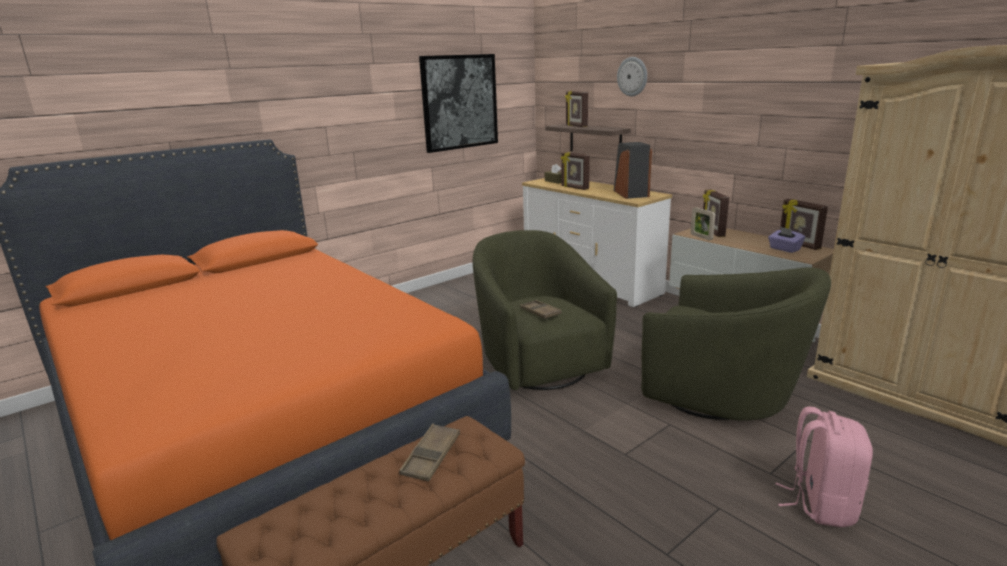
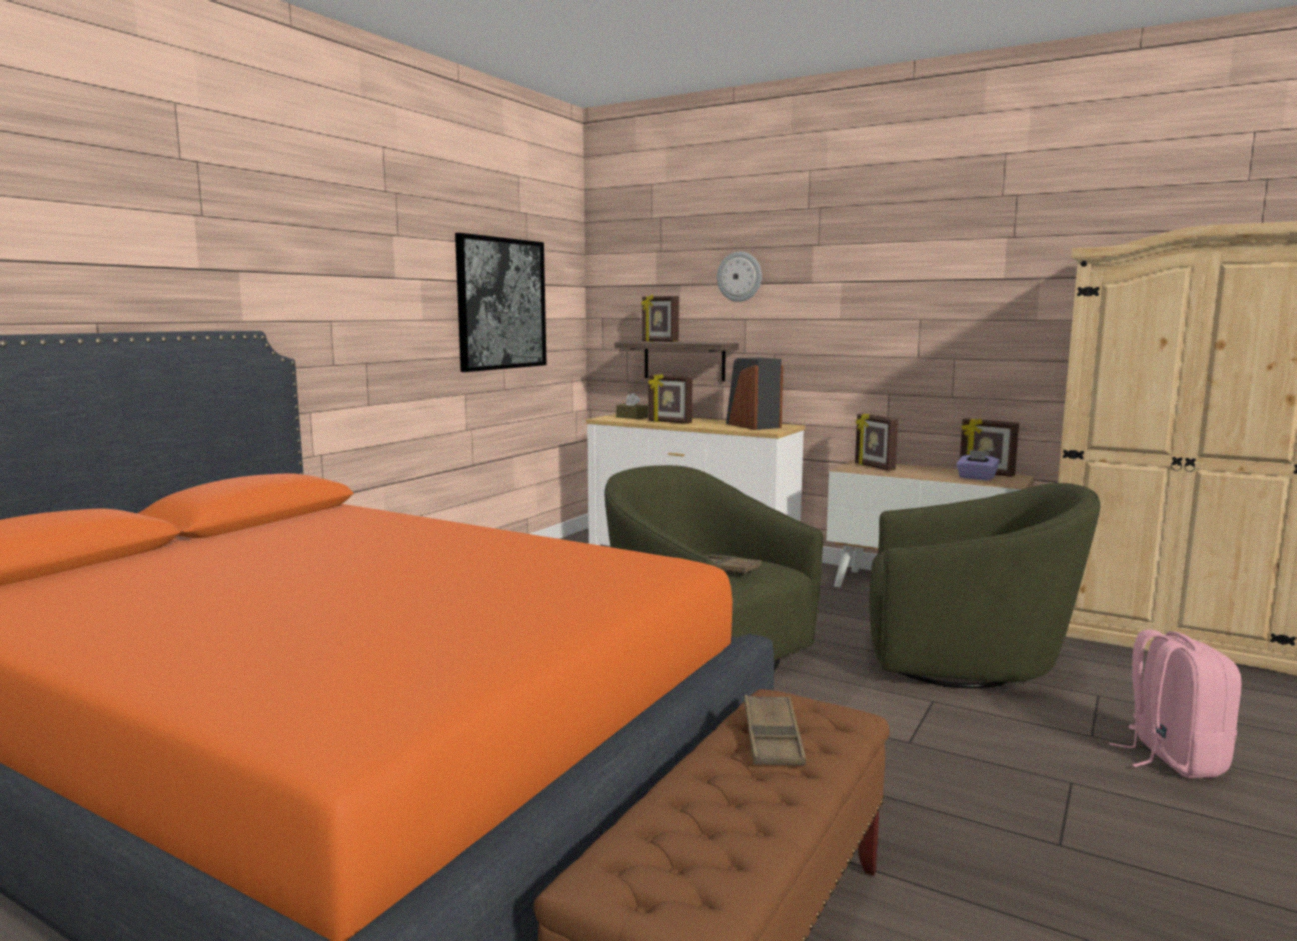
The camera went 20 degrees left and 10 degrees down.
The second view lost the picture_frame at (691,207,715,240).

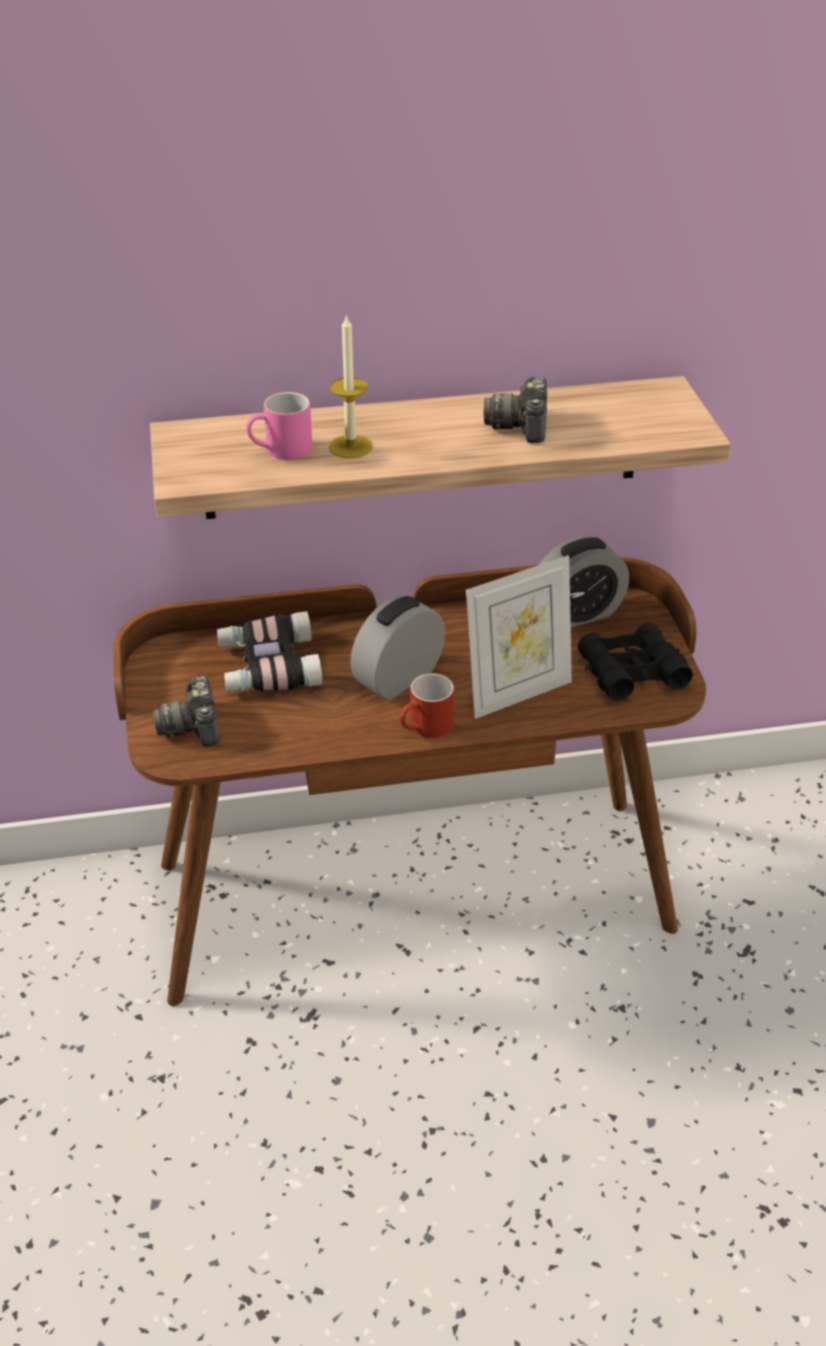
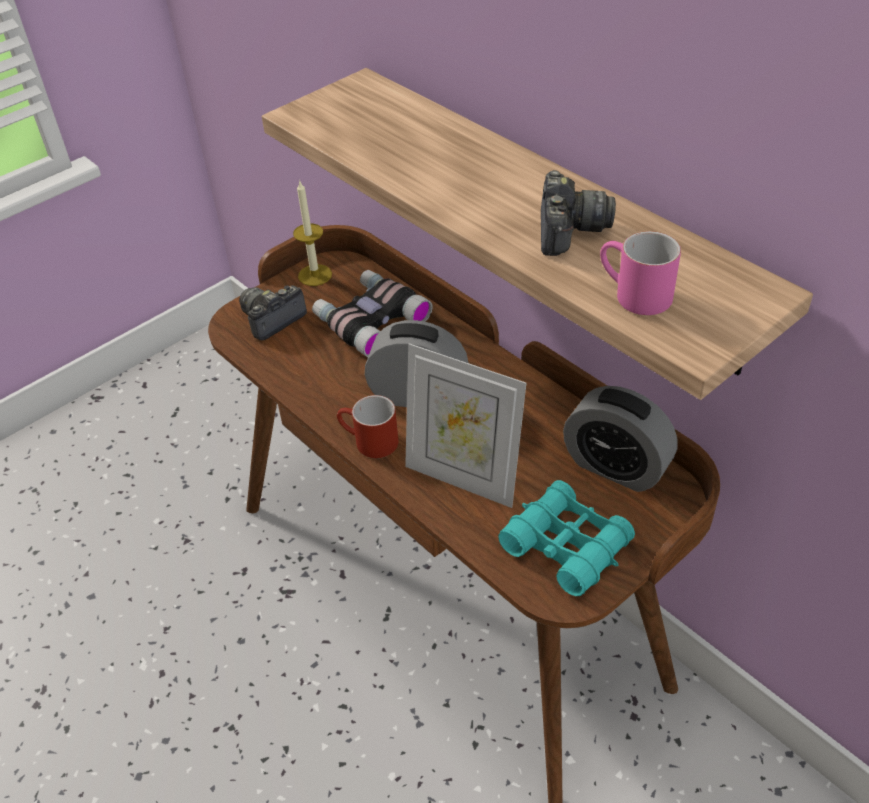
The camera went 60 degrees right and 5 degrees up.
The candle ended up elsewhere, having gone from (329,314,373,458) to (293,180,332,286).
The photo_camera at (483,377,547,443) ended up facing another way, 120 degrees clockwise from before.
The pink_mug ended up elsewhere, having gone from (246,392,312,460) to (600,231,681,315).
What was the black_binoculars at (578,623,693,701) turned into the turquoise_binoculars at (498,480,635,596).

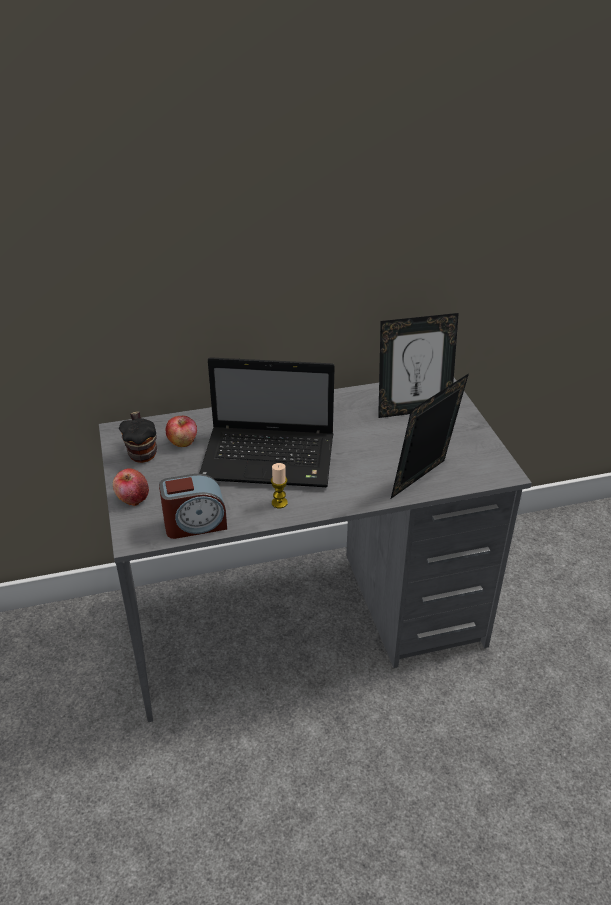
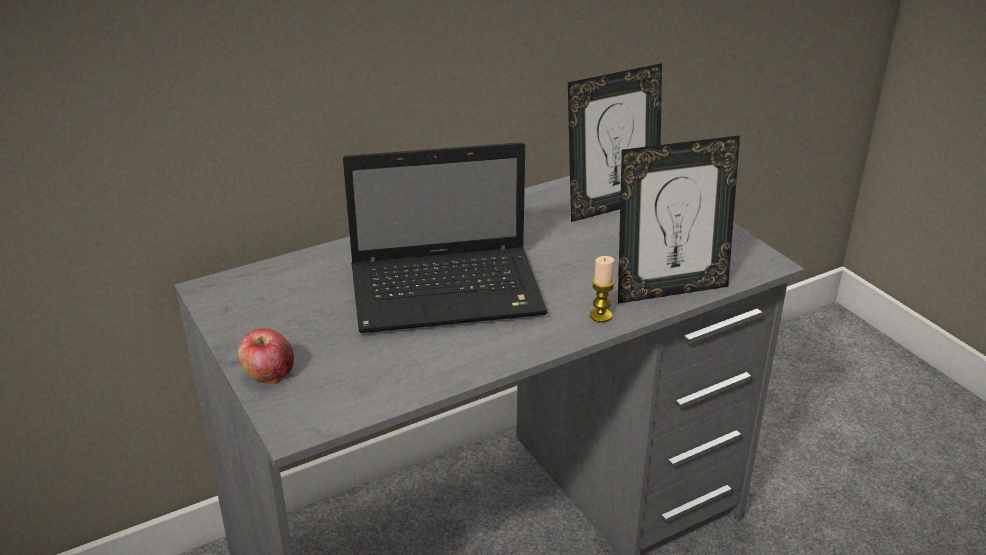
The camera went 15 degrees left and 5 degrees down.
The picture_frame at (391,373,469,499) ended up facing another way, 135 degrees counterclockwise from before.
The second view lost the mug at (119,411,157,463).
The second view lost the apple at (165,416,197,447).
The candle ended up elsewhere, having gone from (271,463,288,508) to (590,256,615,322).
The second view lost the alarm_clock at (159,474,227,539).

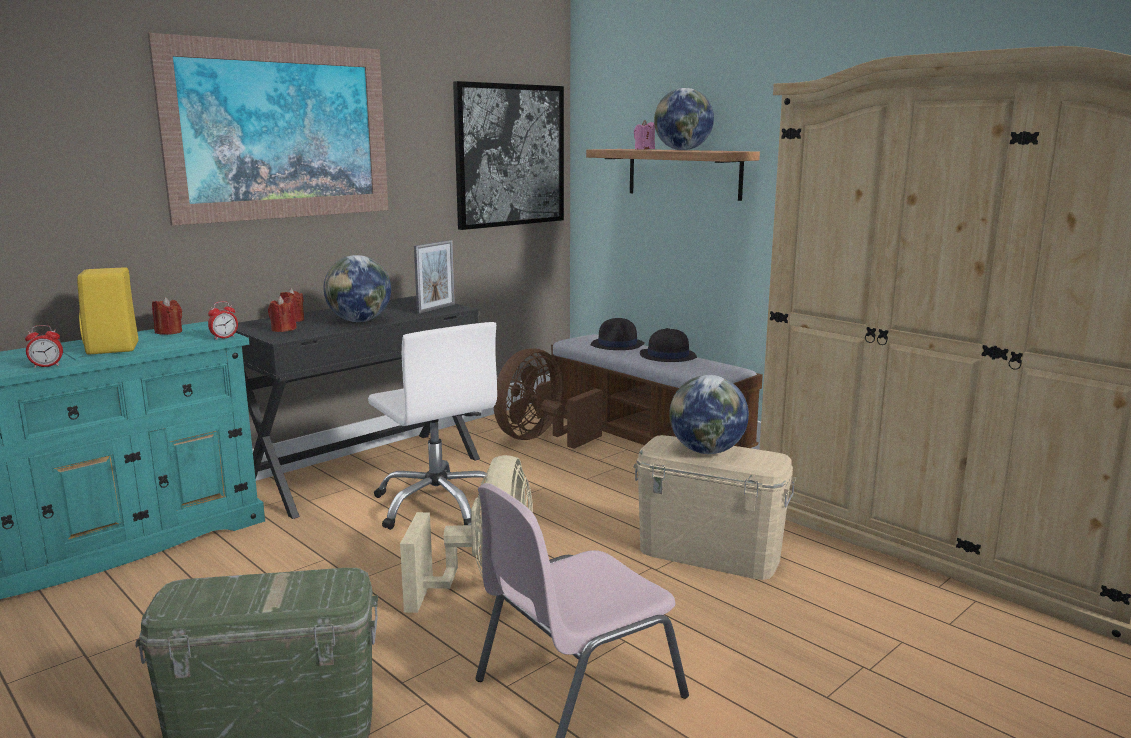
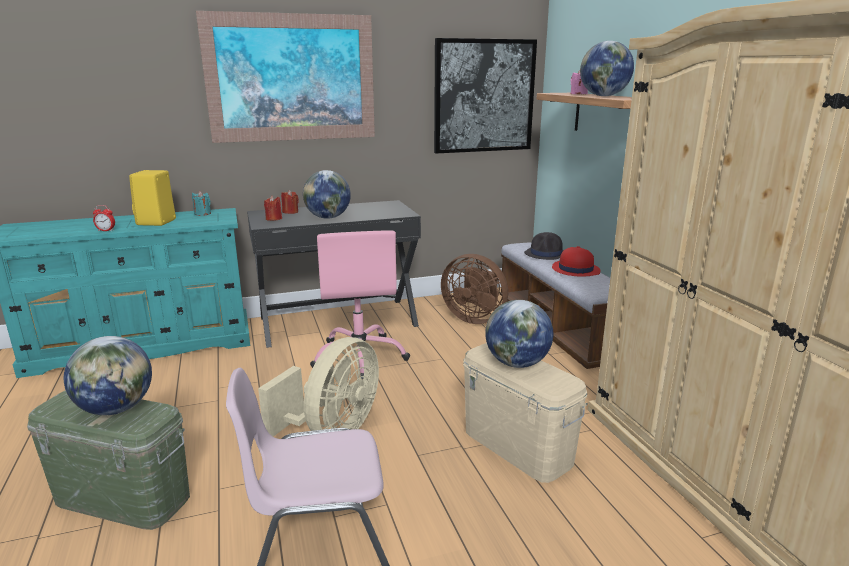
The camera went 25 degrees right and 5 degrees up.
The second view lost the picture_frame at (414,240,455,313).
What was the red_candle at (152,297,182,335) turned into the turquoise_candle at (192,191,211,216).
The second view lost the alarm_clock at (208,301,238,340).
What was the white_office_chair at (368,322,497,530) turned into the pink_office_chair at (310,231,410,380).
What was the black_hat at (640,328,697,362) turned into the red_hat at (552,246,600,277).
The brown_fan at (494,348,603,449) ended up facing another way, 120 degrees counterclockwise from before.
The second view gained the globe at (64,336,152,415).

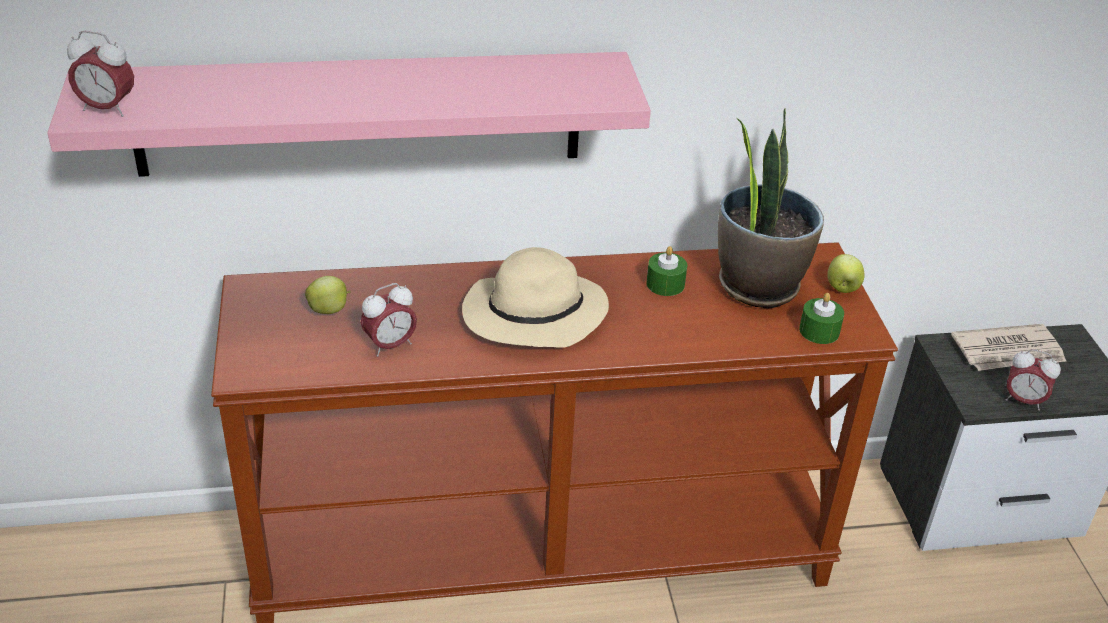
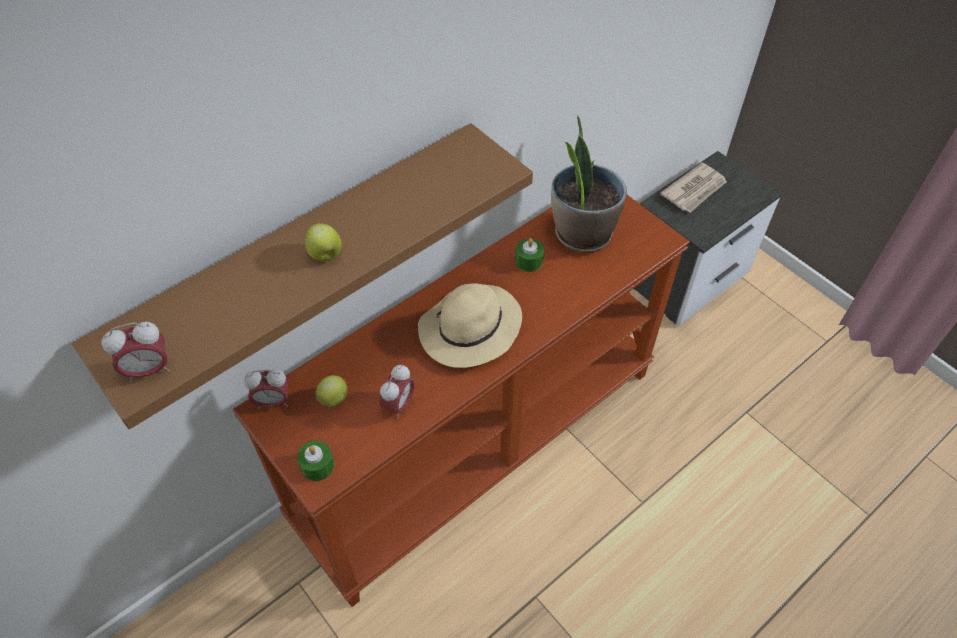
The camera went 30 degrees left and 15 degrees up.
What was the pink_shelf at (47,52,651,177) turned into the brown_shelf at (72,123,533,429).
The apple ended up elsewhere, having gone from (827,254,865,293) to (305,223,342,261).
The green_candle ended up elsewhere, having gone from (799,293,844,344) to (297,441,334,481).
The alarm_clock ended up elsewhere, having gone from (1005,349,1061,411) to (244,369,289,409).

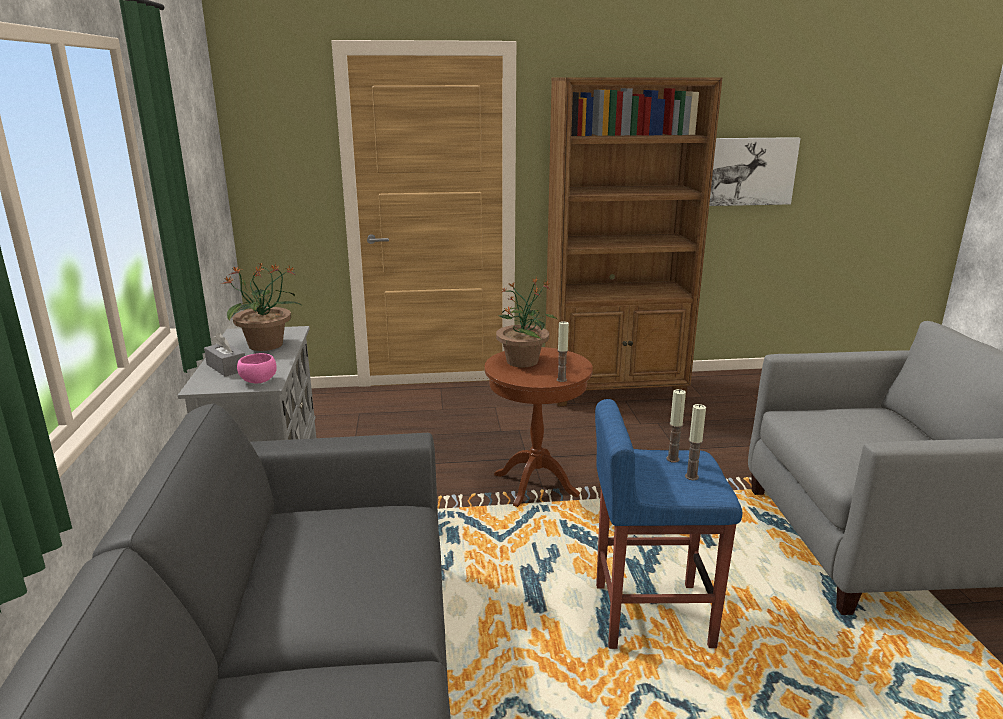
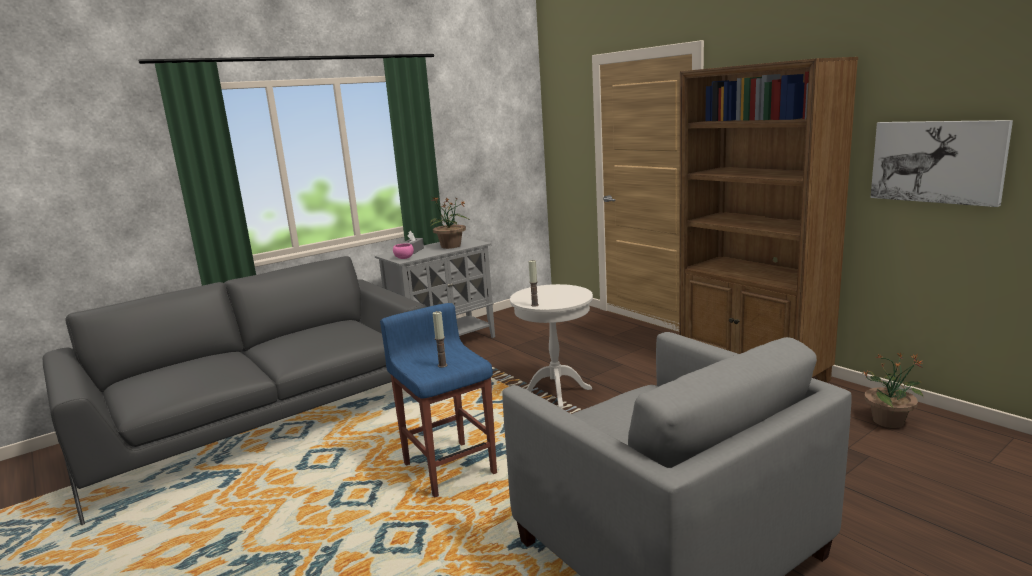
The camera went 60 degrees right and 5 degrees down.
The potted_plant ended up elsewhere, having gone from (496,276,558,367) to (861,353,923,428).
What was the brown_side_table at (485,347,593,507) turned into the white_side_table at (510,284,593,408).
The second view lost the candle at (666,389,686,463).

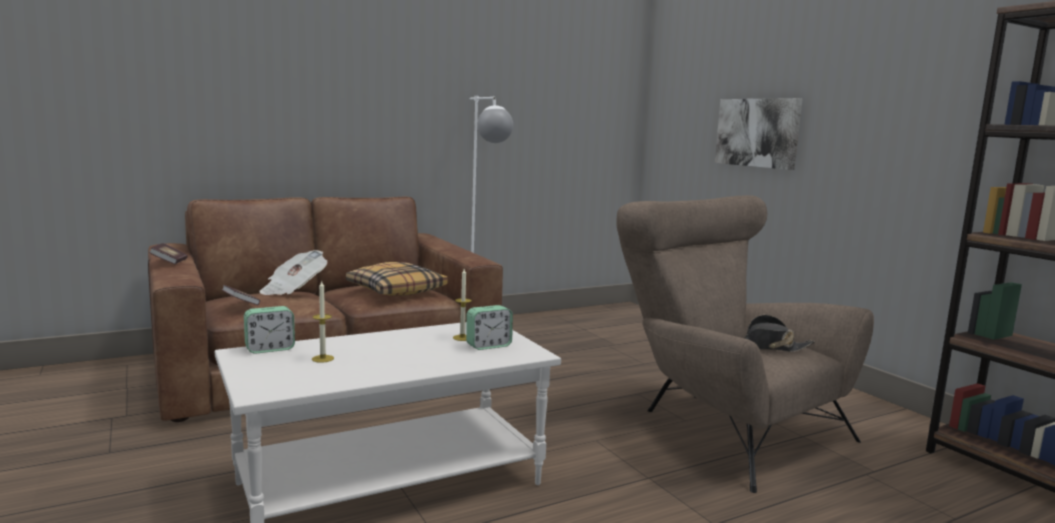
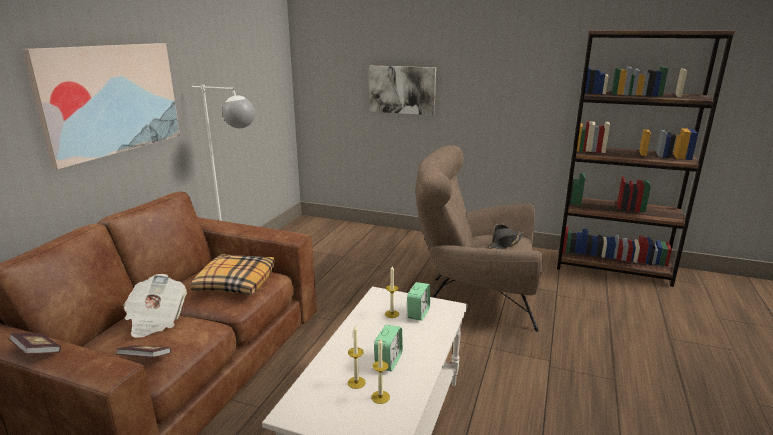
The camera went 40 degrees left and 10 degrees up.
The alarm_clock ended up elsewhere, having gone from (244,306,295,354) to (374,325,403,371).
The second view gained the picture at (22,43,180,169).
The second view gained the candle at (371,339,390,404).

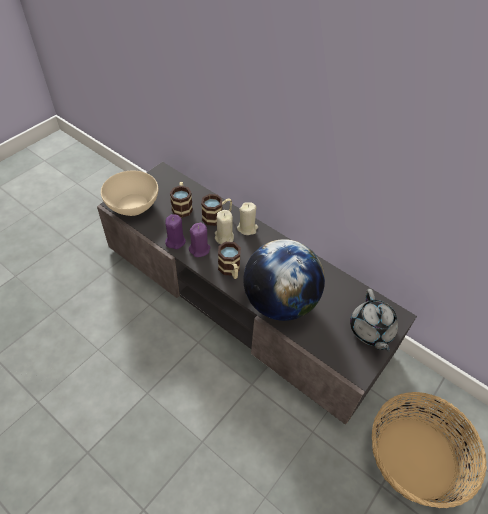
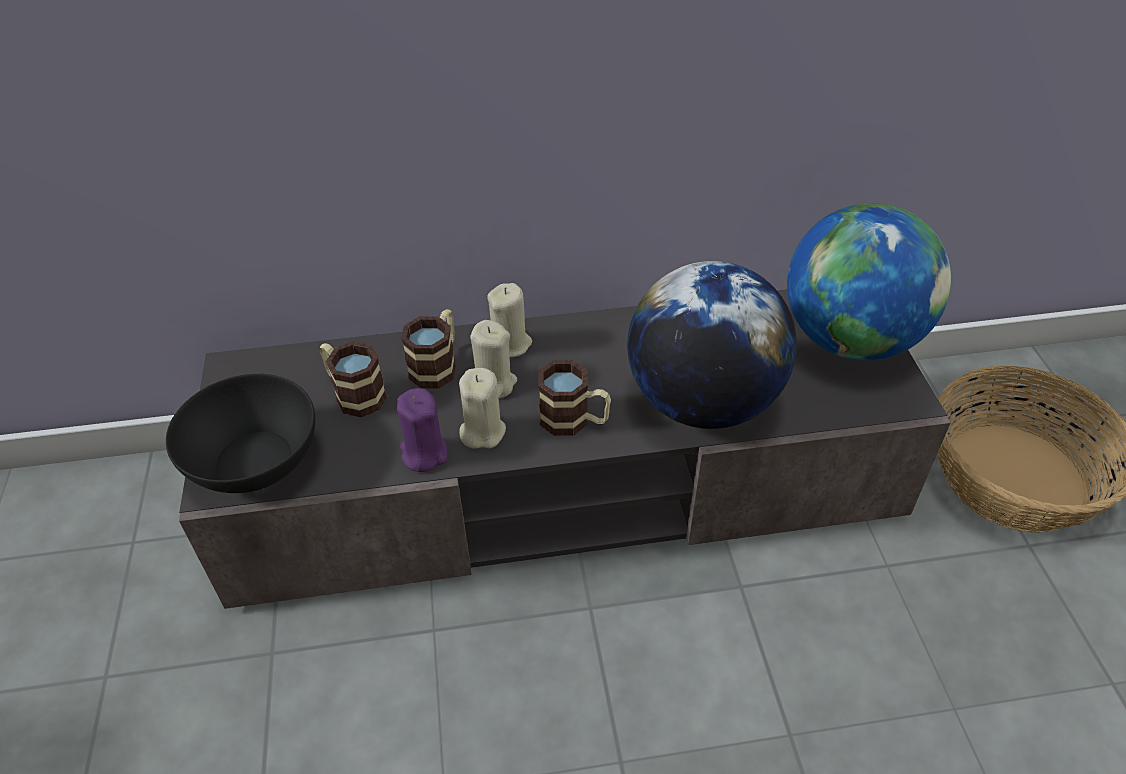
The camera went 45 degrees left and 5 degrees down.
What was the beige_bowl at (101,171,158,216) turned into the black_bowl at (166,374,315,493).
What was the purple_candle at (189,222,210,257) turned into the beige_candle at (459,368,506,448).
Where the grey_teapot stood at (350,289,398,352), the globe came to stand at (787,203,951,360).

